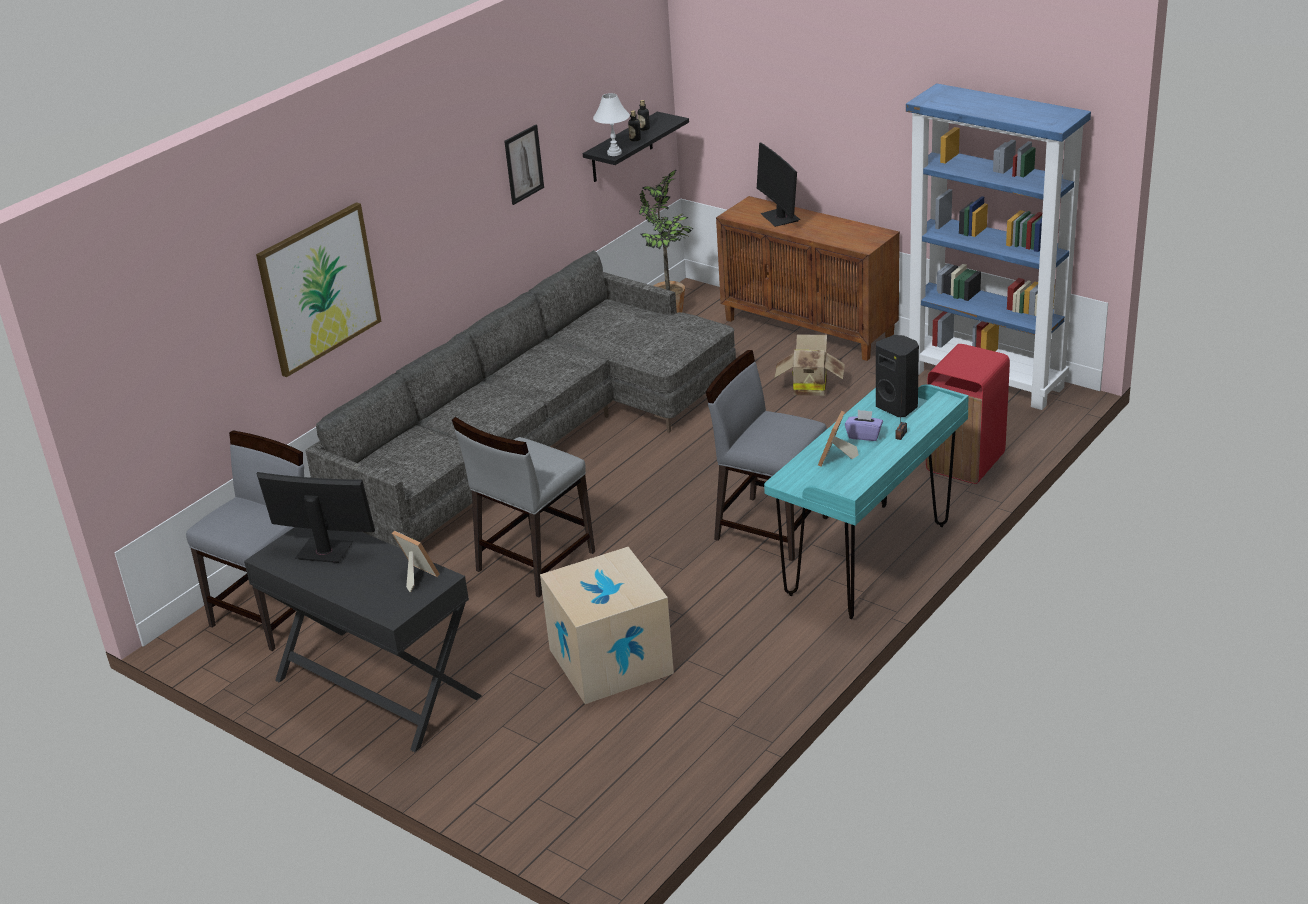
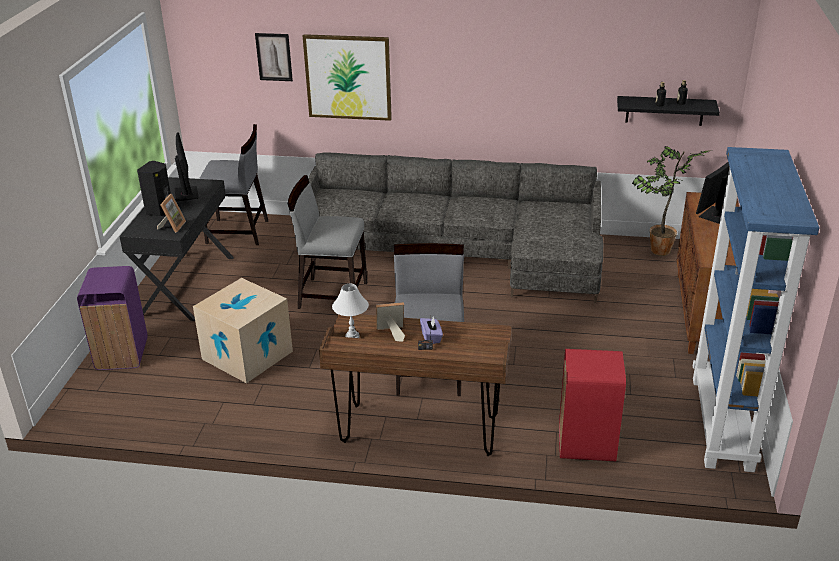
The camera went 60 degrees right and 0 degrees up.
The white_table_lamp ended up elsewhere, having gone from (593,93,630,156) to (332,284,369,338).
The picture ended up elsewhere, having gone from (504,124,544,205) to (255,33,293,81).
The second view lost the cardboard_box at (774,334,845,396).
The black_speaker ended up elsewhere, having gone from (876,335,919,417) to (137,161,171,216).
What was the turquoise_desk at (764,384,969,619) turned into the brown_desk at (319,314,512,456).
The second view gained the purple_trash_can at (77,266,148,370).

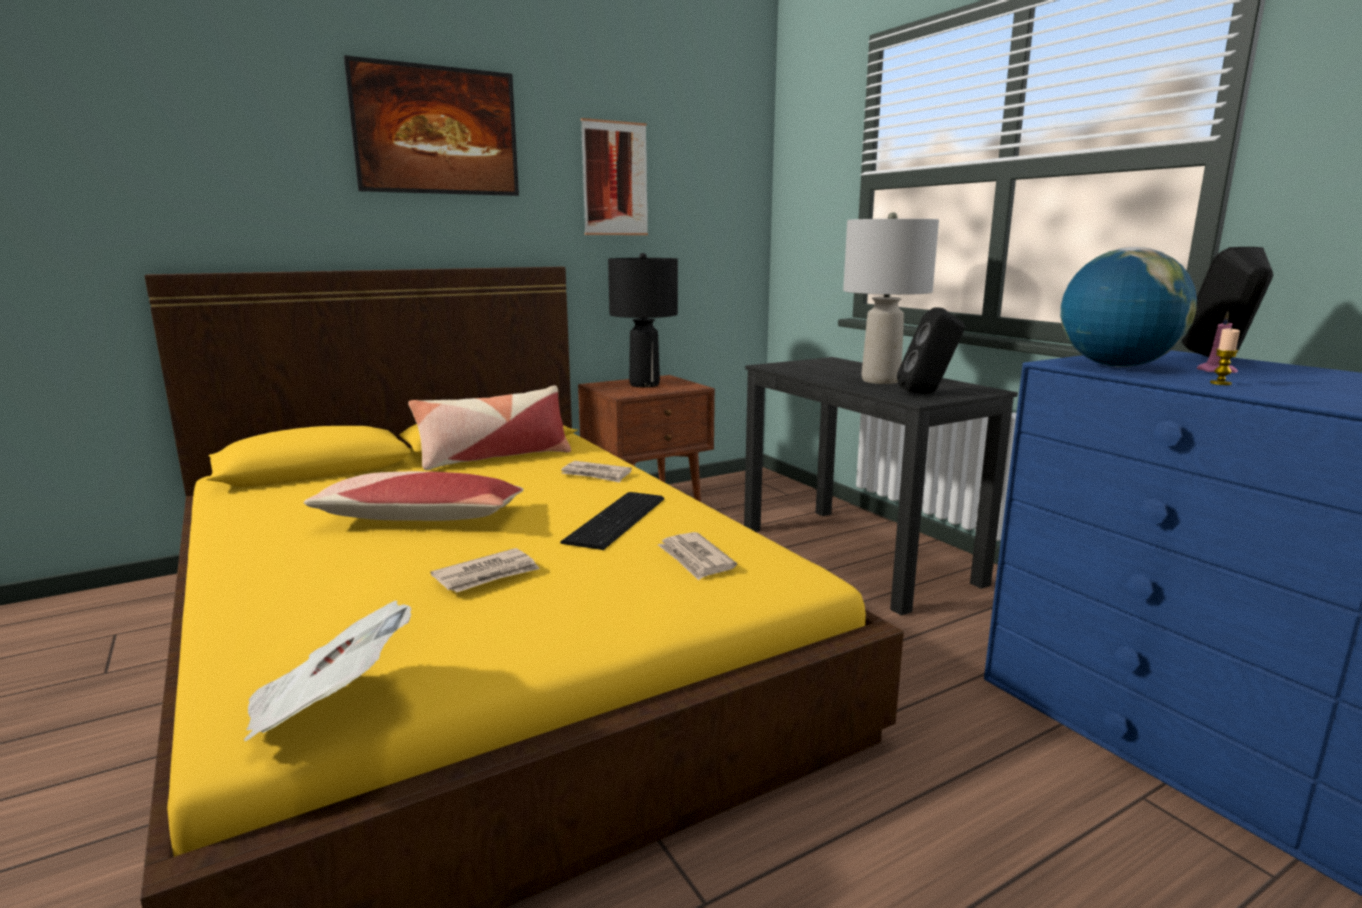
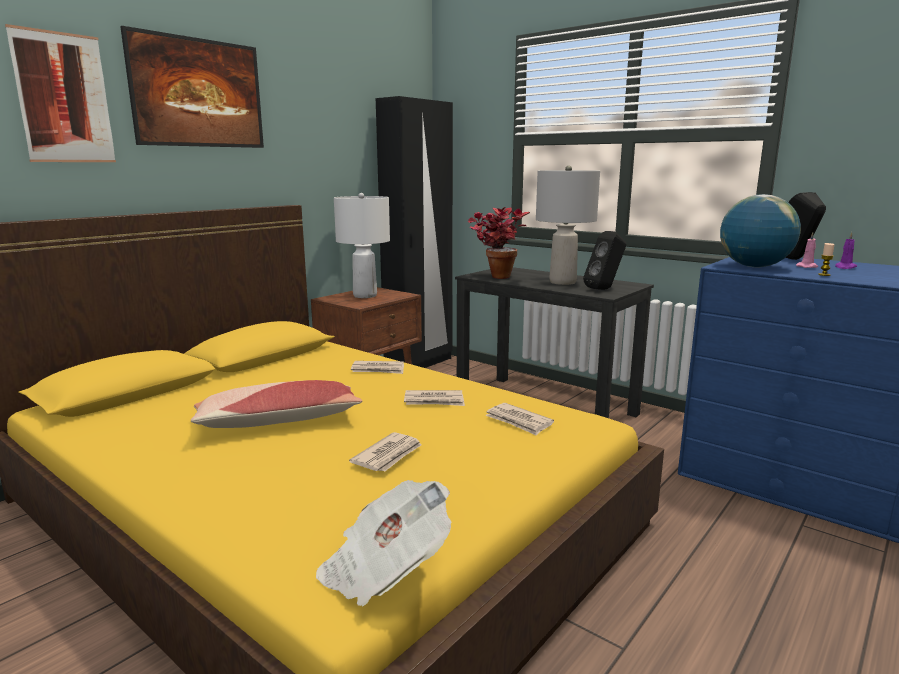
The camera went 20 degrees left and 0 degrees up.
The picture ended up elsewhere, having gone from (581,118,648,235) to (5,24,116,162).
What was the black_table_lamp at (608,253,678,388) turned into the white_table_lamp at (334,193,390,298).
The second view lost the pillow at (408,386,571,470).
Where the keyboard stood at (560,492,664,550), the newspaper came to stand at (404,390,465,406).
The second view gained the black_wardrobe at (376,96,453,368).
The second view gained the potted_plant at (468,207,530,279).
The second view gained the purple_candle at (835,232,857,269).

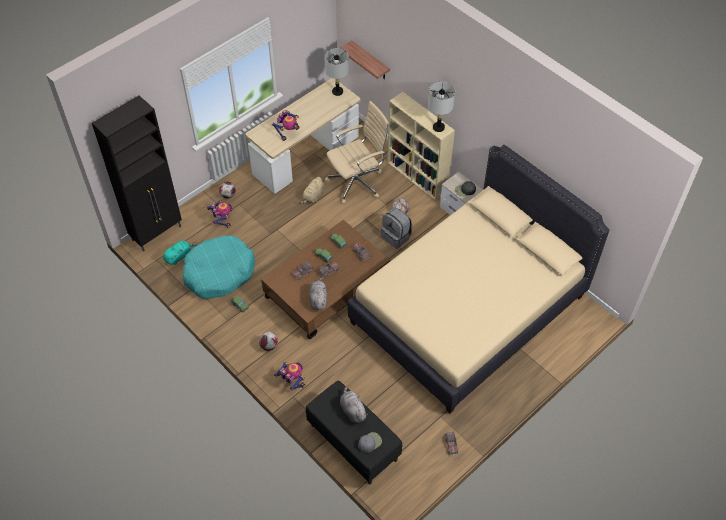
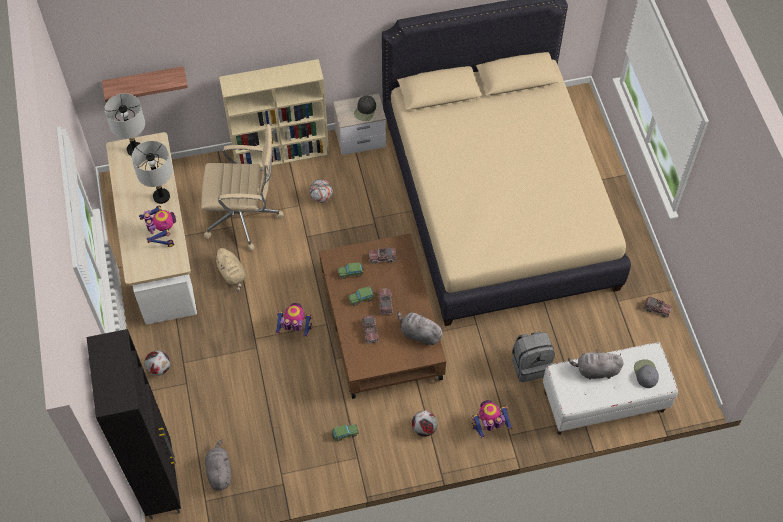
The camera went 60 degrees left and 5 degrees up.
The grey_table_lamp ended up elsewhere, having gone from (428,81,455,132) to (131,141,173,204).
The beige_office_chair at (325,101,389,204) ended up facing another way, 90 degrees clockwise from before.
The toy_robot ended up elsewhere, having gone from (207,200,232,228) to (275,303,313,336).
The grey_backpack ended up elsewhere, having gone from (381,208,412,249) to (512,331,555,382).
The second view lost the turquoise_dog_bed at (183,236,255,299).
What was the turquoise_plush_toy at (163,241,197,265) turned into the grey_plush_toy at (205,440,231,490).
What was the black_bench at (306,380,402,485) turned into the white_bench at (543,343,678,435).

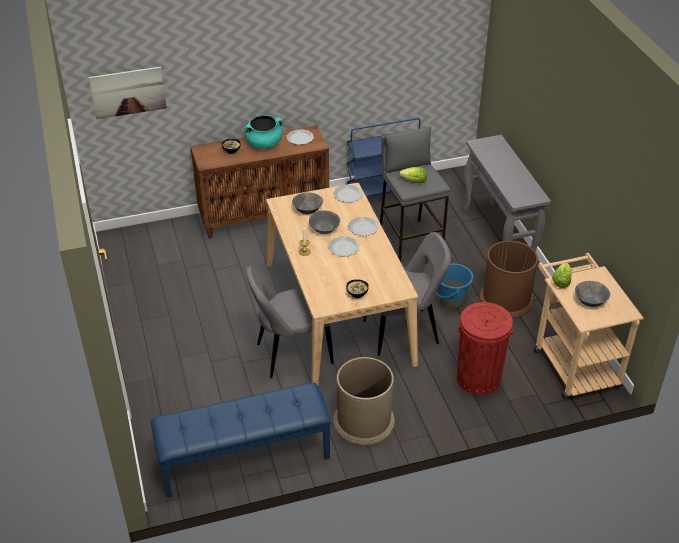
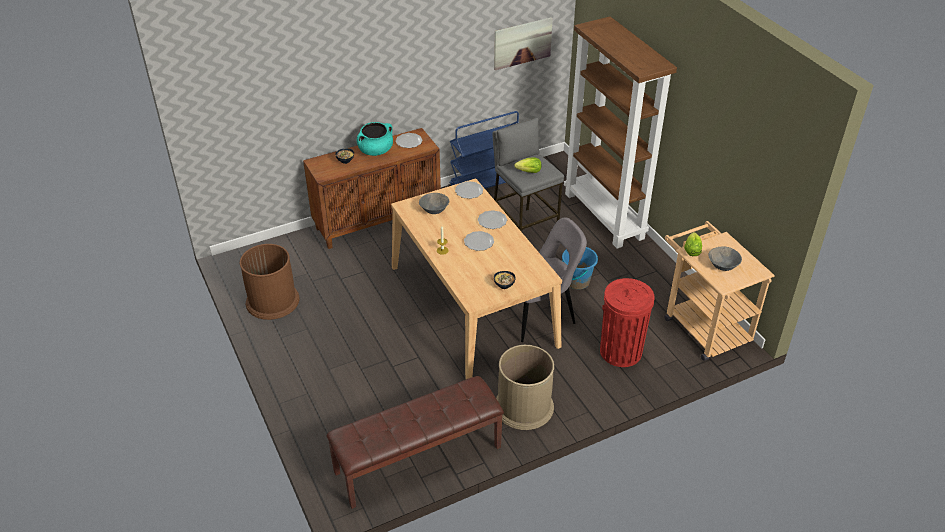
The camera went 10 degrees left and 0 degrees up.
The picture ended up elsewhere, having gone from (88,66,167,119) to (494,17,553,70).
Where the grey_console_table stood at (464,135,551,252), the brown_bookcase came to stand at (564,16,677,249).
The second view lost the grey_bowl at (309,211,340,234).
The brown_trash_can ended up elsewhere, having gone from (479,241,538,318) to (240,244,299,320).
The second view lost the grey_chair at (245,266,334,378).
What was the blue_bench at (151,383,331,498) turned into the brown_bench at (326,376,504,509).

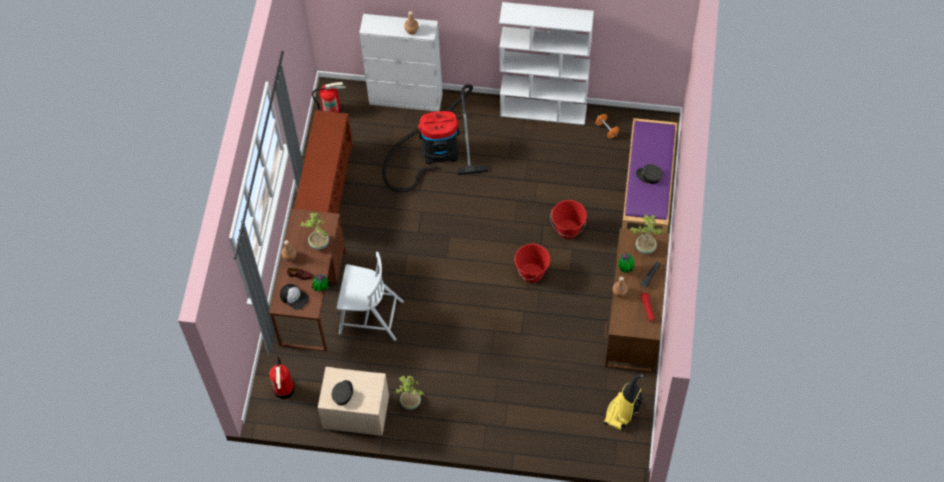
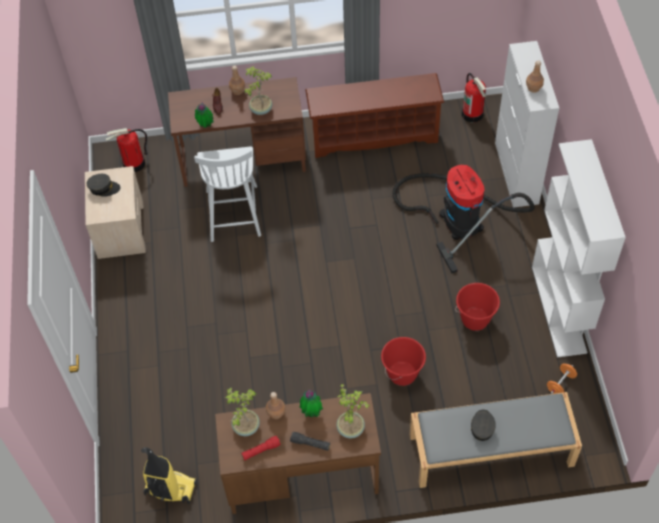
The camera went 75 degrees right and 5 degrees down.
What was the purple_bench at (622,118,677,233) turned into the grey_bench at (410,392,582,488).
The red_bucket ended up elsewhere, having gone from (514,244,550,283) to (455,283,500,331).
The second view lost the cap at (280,284,309,310).
The potted_plant ended up elsewhere, having gone from (395,376,424,410) to (225,388,260,436).

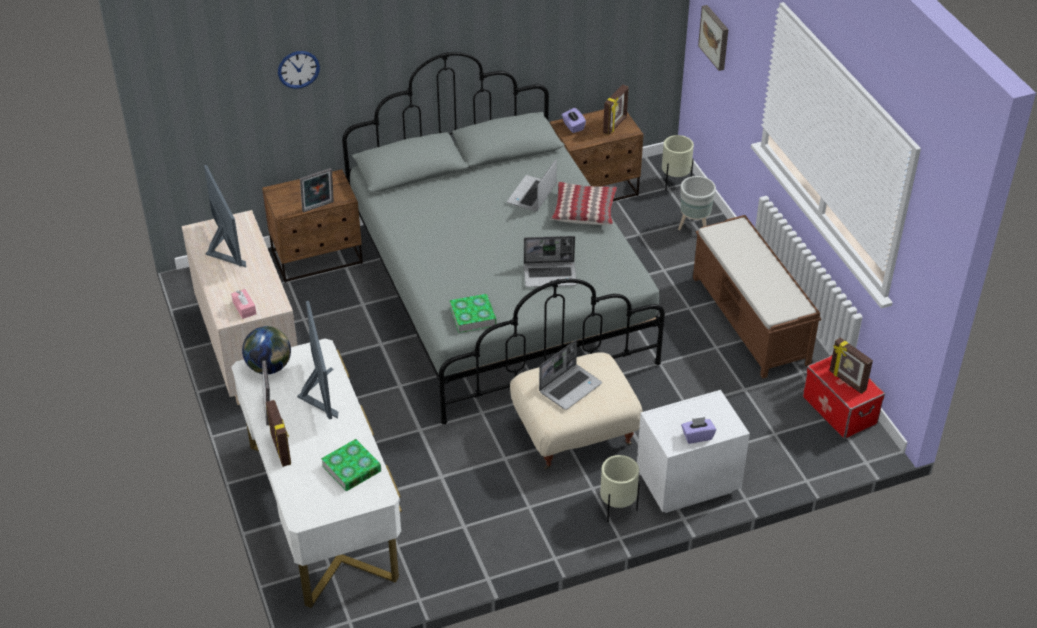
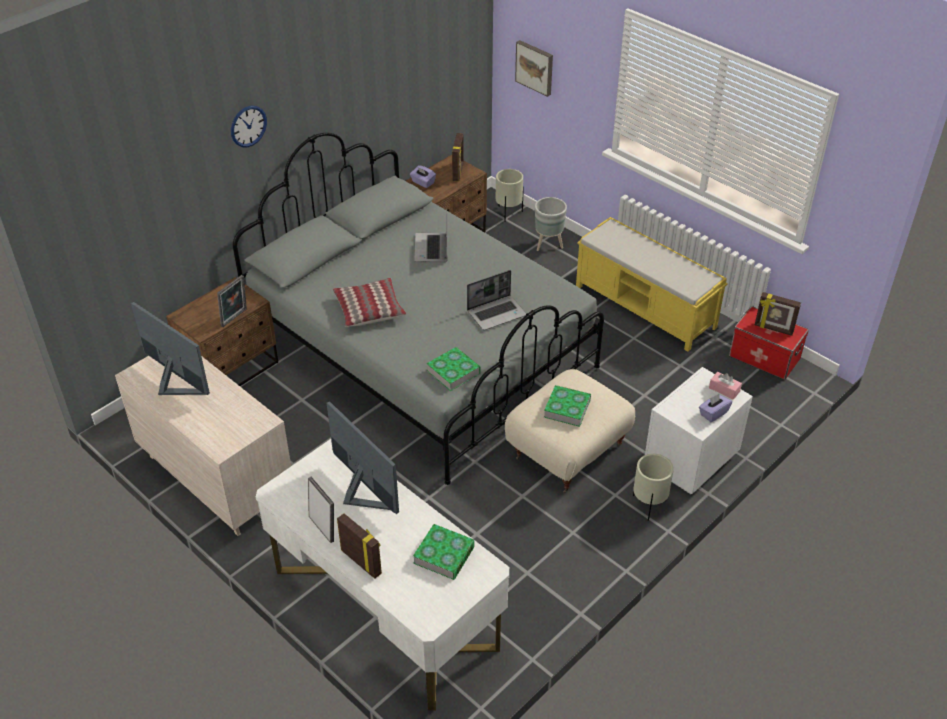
The camera went 25 degrees left and 0 degrees up.
The wall_clock ended up elsewhere, having gone from (278,51,320,89) to (231,106,267,148).
The pillow ended up elsewhere, having gone from (551,182,617,225) to (333,278,406,327).
What was the brown_bench at (693,215,821,379) turned into the yellow_bench at (576,217,728,351).
The pink_tissue_box ended up elsewhere, having gone from (231,289,256,319) to (709,372,742,400).
The second view lost the globe at (242,326,291,374).
Where the laptop stood at (539,339,602,410), the book came to stand at (544,385,591,427).

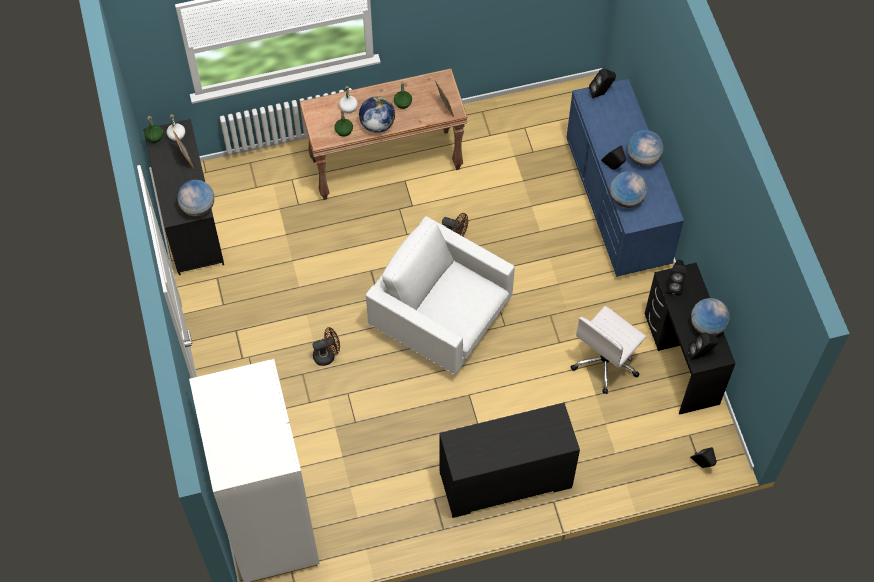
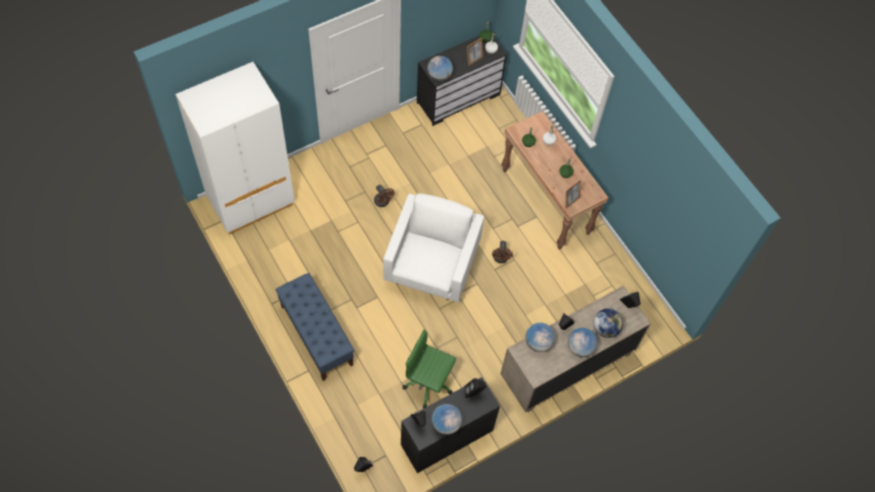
The camera went 70 degrees right and 0 degrees up.
What was the blue_dresser at (566,78,684,277) turned into the beige_dresser at (500,285,651,412).
The globe ended up elsewhere, having gone from (359,96,395,133) to (593,308,623,338).
What was the white_office_chair at (570,306,646,394) turned into the green_office_chair at (402,330,456,408).
Where the black_dresser stood at (439,403,580,518), the blue_bench came to stand at (275,273,354,381).

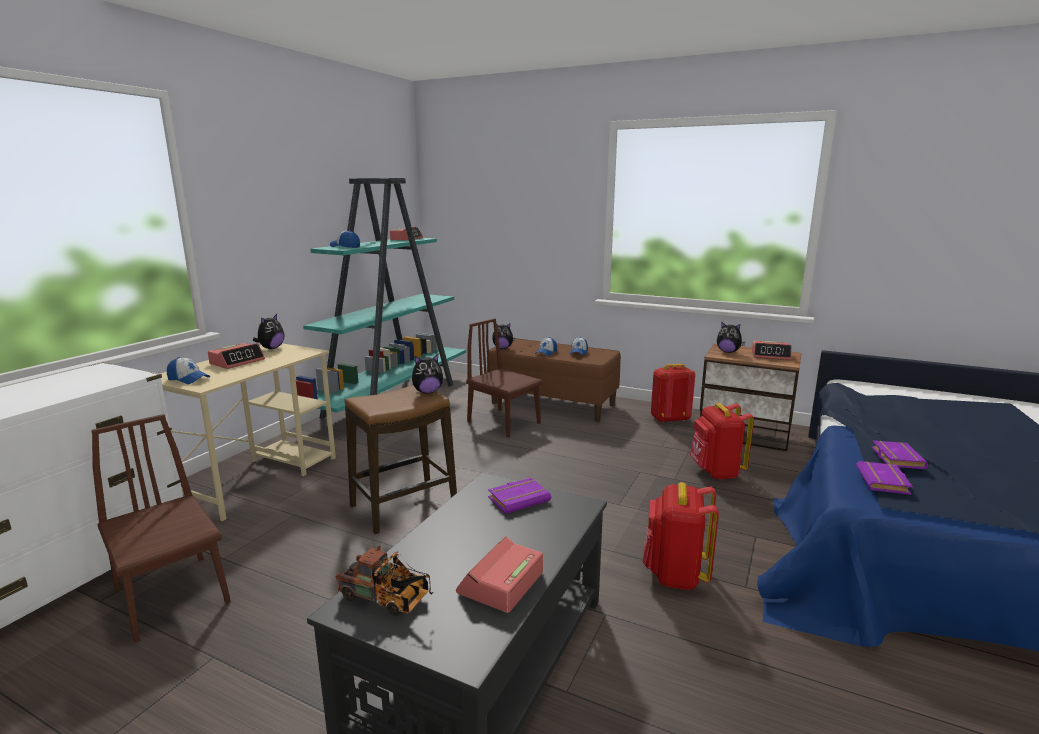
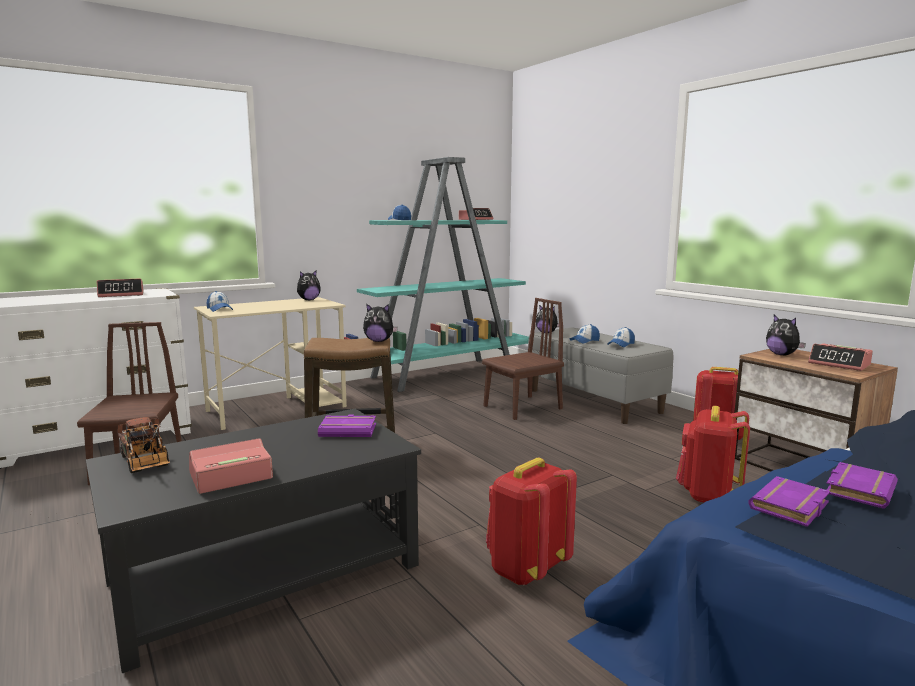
The camera went 30 degrees right and 5 degrees down.
The brown_chair at (466,318,543,437) ended up facing another way, 75 degrees clockwise from before.
What was the brown_bench at (487,338,621,422) turned into the grey_bench at (528,327,673,424).
The alarm_clock ended up elsewhere, having gone from (208,343,265,369) to (97,278,144,297).

